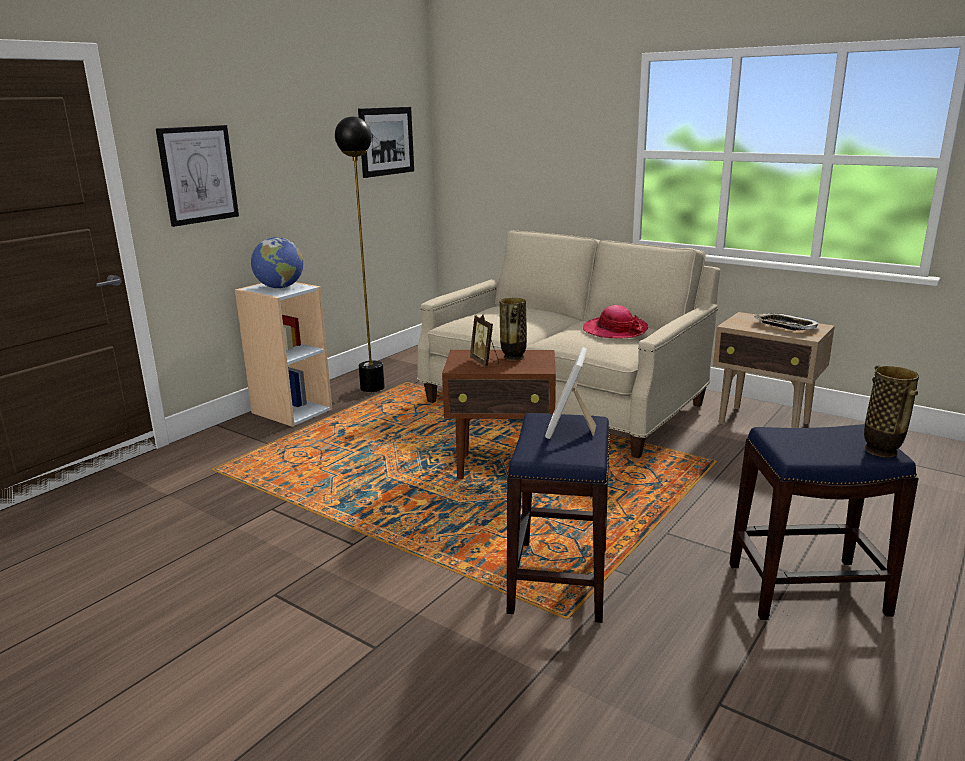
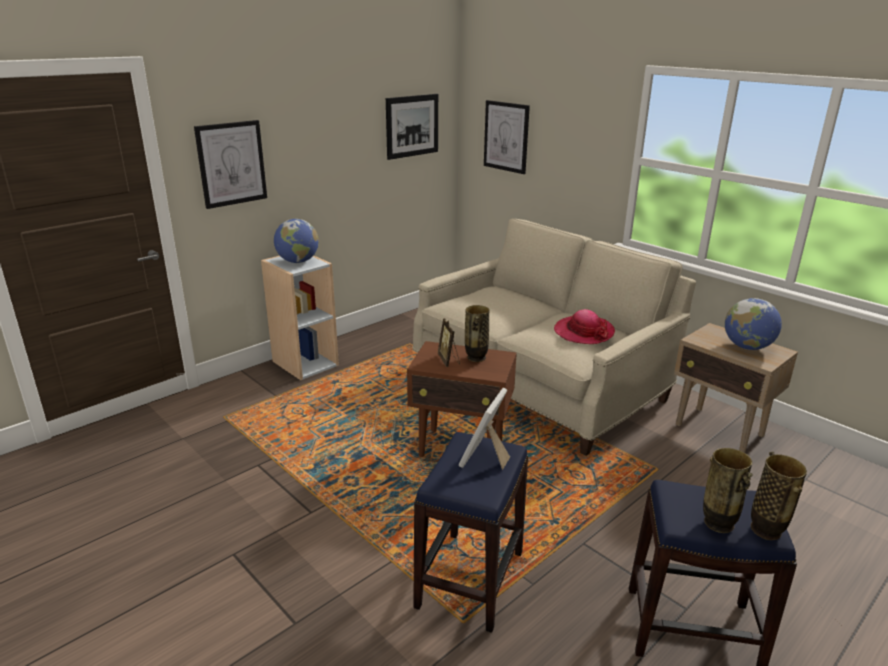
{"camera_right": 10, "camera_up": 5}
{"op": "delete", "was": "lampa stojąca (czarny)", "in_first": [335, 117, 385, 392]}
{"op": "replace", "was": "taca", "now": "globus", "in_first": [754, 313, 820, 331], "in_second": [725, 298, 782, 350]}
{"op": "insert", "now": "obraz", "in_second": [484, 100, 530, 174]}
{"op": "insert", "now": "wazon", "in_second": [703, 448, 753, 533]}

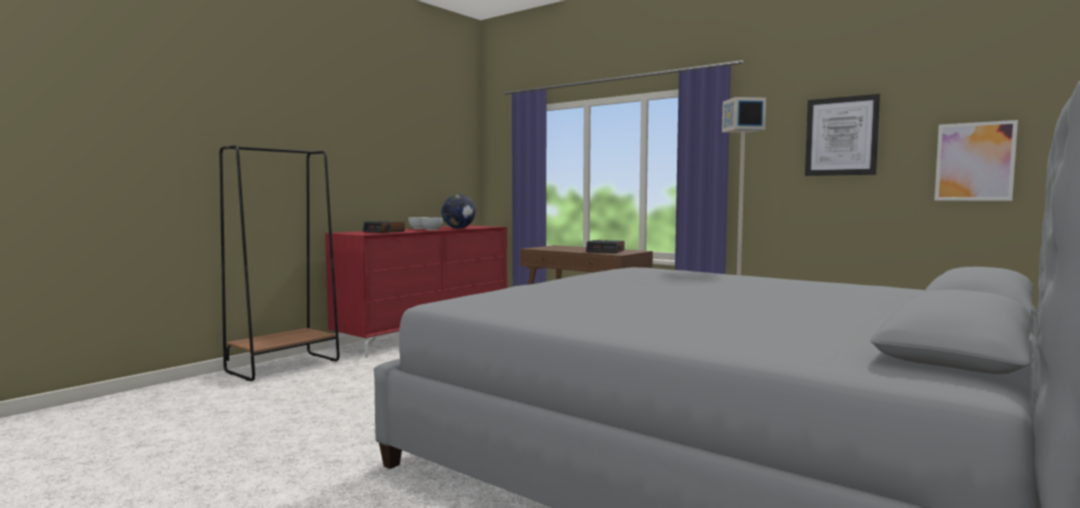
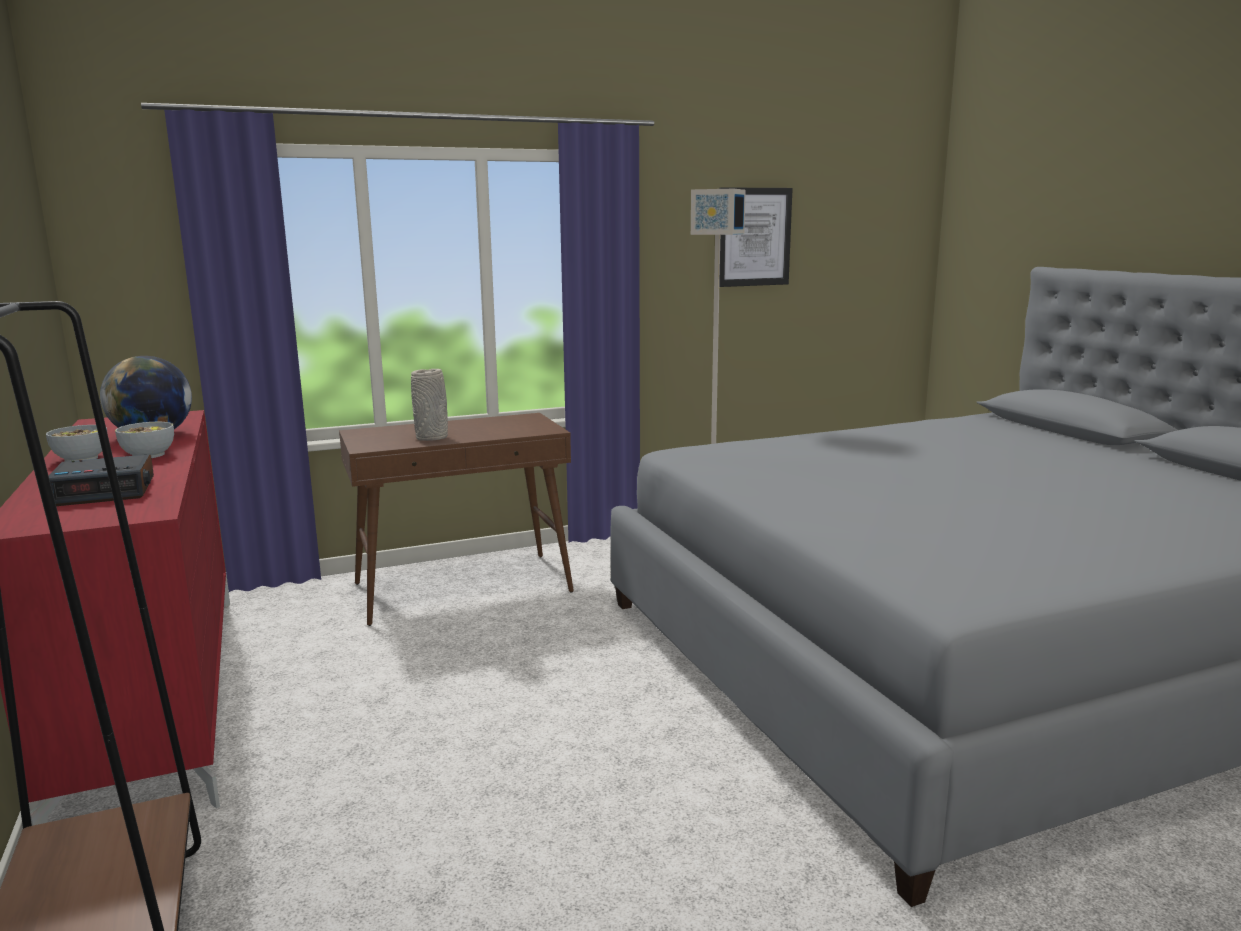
{"camera_right": -60, "camera_up": 10}
{"op": "delete", "was": "obraz", "in_first": [934, 120, 1018, 201]}
{"op": "delete", "was": "budzik", "in_first": [586, 240, 625, 253]}
{"op": "insert", "now": "wazon (szary)", "in_second": [411, 369, 448, 441]}

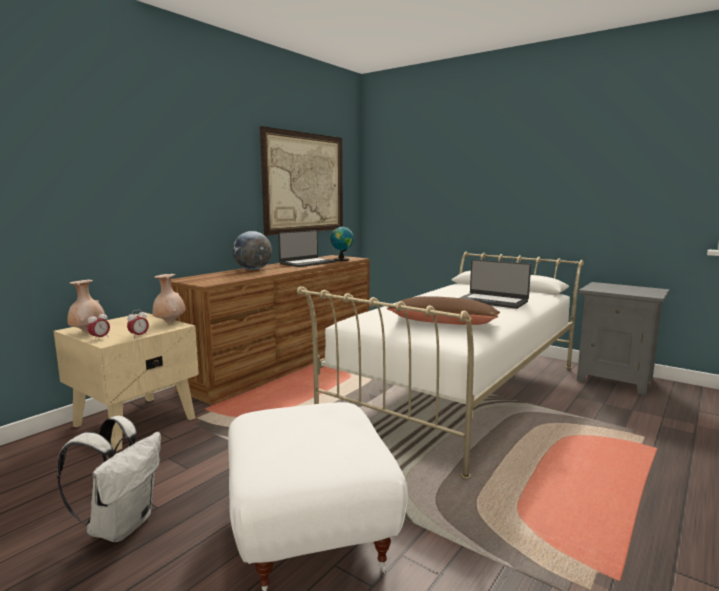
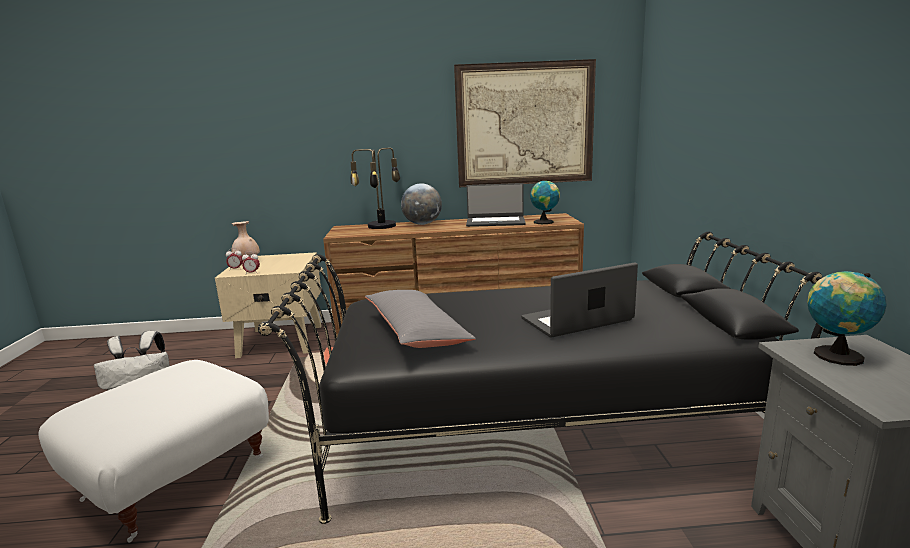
{"camera_right": 50, "camera_up": 5}
{"op": "recolor", "was": "łóżko (biały)", "now": "łóżko (czarny)", "in_first": [297, 251, 584, 479], "in_second": [258, 232, 823, 524]}
{"op": "rotate", "was": "laptop", "in_first": [460, 259, 531, 309], "in_second": [521, 263, 638, 338], "clockwise": 75}
{"op": "delete", "was": "wazon (beżowy)", "in_first": [152, 274, 186, 323]}
{"op": "recolor", "was": "poduszka (brązowy)", "now": "poduszka (szary)", "in_first": [387, 296, 500, 325], "in_second": [365, 290, 476, 348]}
{"op": "insert", "now": "lampa stołowa", "in_second": [351, 148, 400, 229]}
{"op": "insert", "now": "globus", "in_second": [807, 271, 887, 366]}

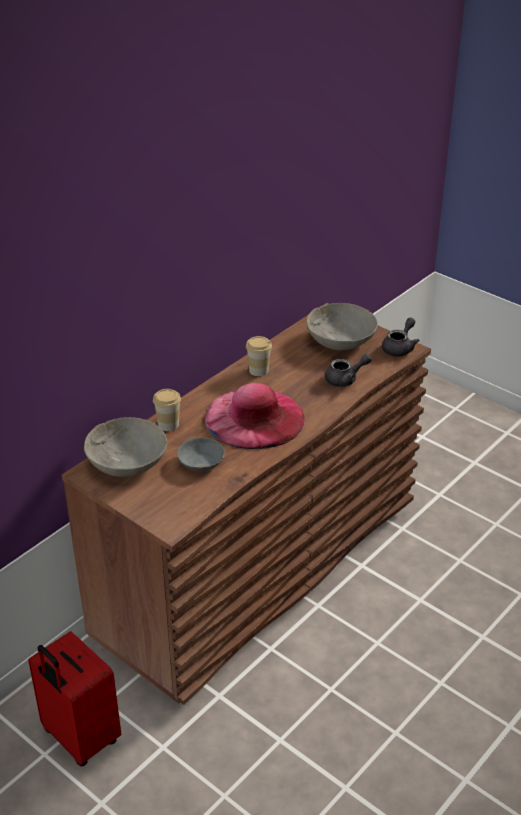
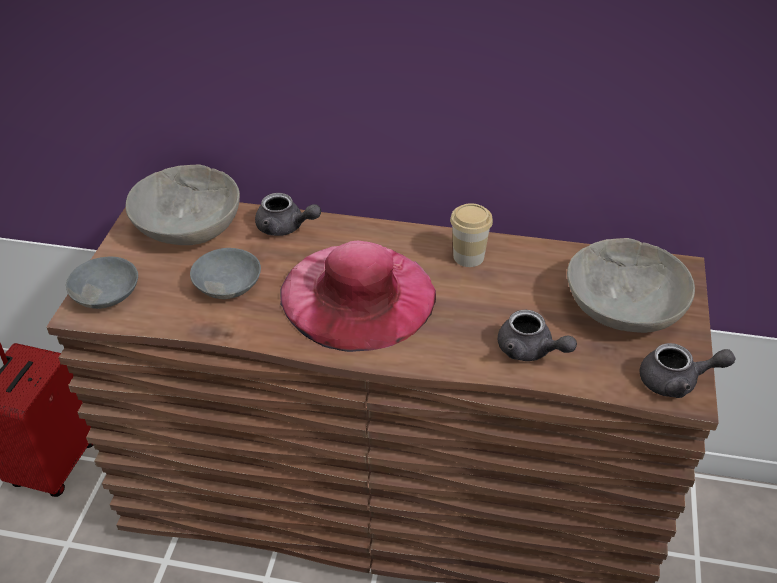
{"camera_right": 60, "camera_up": 5}
{"op": "replace", "was": "filiżanka", "now": "imbryk (szary)", "in_first": [153, 389, 181, 431], "in_second": [255, 193, 321, 236]}
{"op": "insert", "now": "miska (szary)", "in_second": [66, 256, 138, 309]}

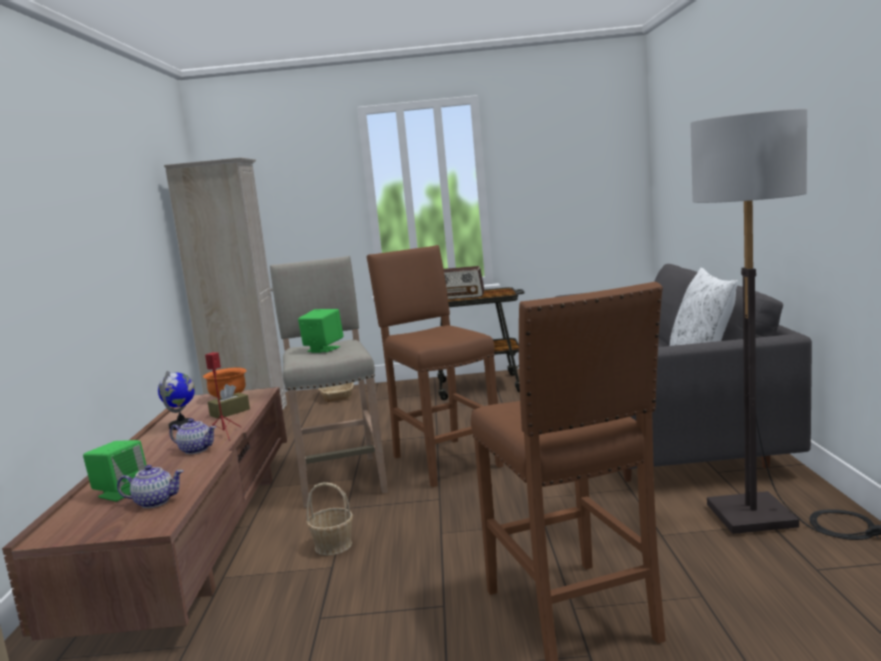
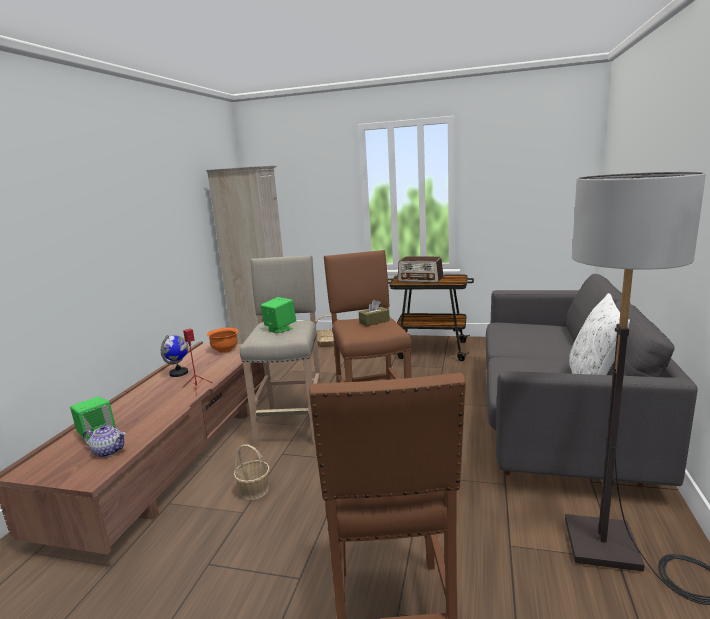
{"camera_right": 15, "camera_up": 5}
{"op": "move", "was": "pudełko chusteczek (brązowy)", "in_first": [208, 384, 250, 419], "in_second": [359, 300, 390, 326]}
{"op": "delete", "was": "imbryk", "in_first": [170, 418, 216, 454]}

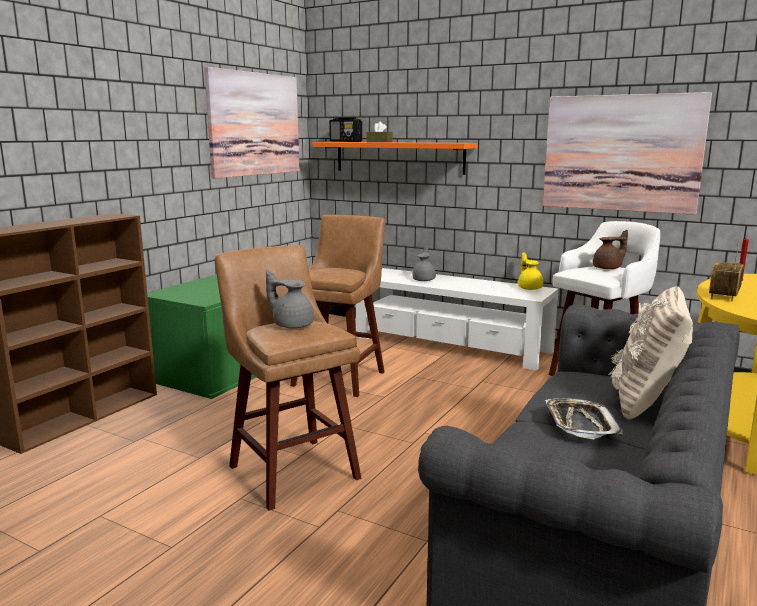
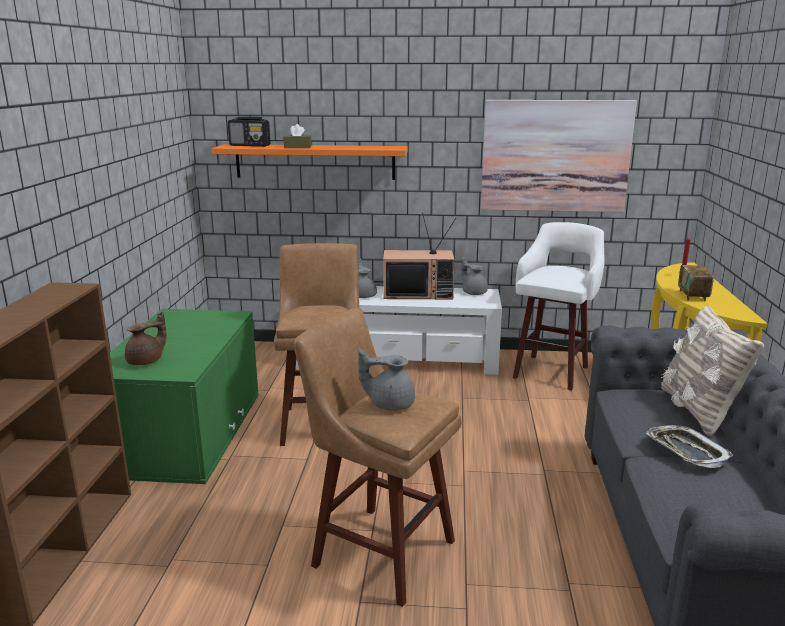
{"camera_right": -25, "camera_up": 5}
{"op": "delete", "was": "obraz", "in_first": [204, 67, 299, 178]}
{"op": "move", "was": "imbryk (brązowy)", "in_first": [593, 230, 628, 269], "in_second": [125, 312, 167, 365]}
{"op": "recolor", "was": "imbryk (żółty)", "now": "imbryk (szary)", "in_first": [518, 252, 543, 290], "in_second": [461, 257, 488, 295]}
{"op": "insert", "now": "telewizor", "in_second": [383, 213, 456, 299]}

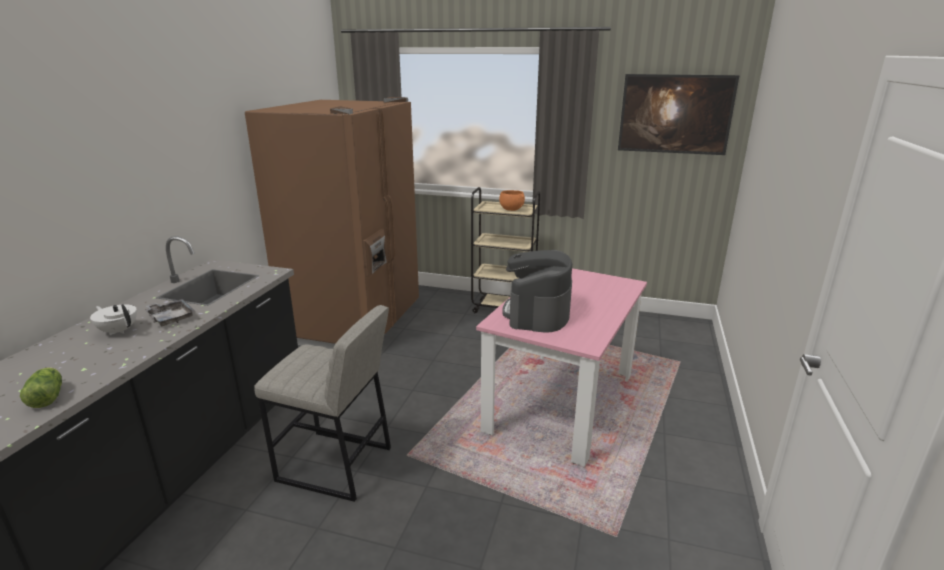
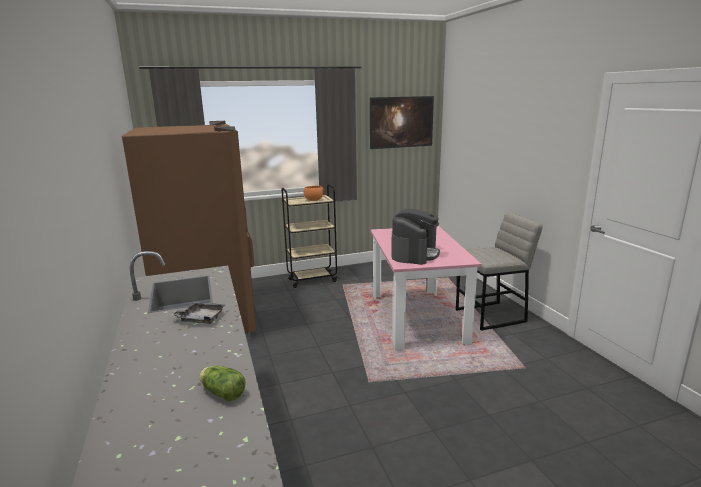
{"camera_right": -35, "camera_up": -5}
{"op": "rotate", "was": "ekspres do kawy", "in_first": [502, 250, 572, 333], "in_second": [391, 209, 440, 265], "clockwise": -135}
{"op": "delete", "was": "imbryk (biały)", "in_first": [90, 304, 137, 335]}
{"op": "move", "was": "krzesło (szary)", "in_first": [254, 305, 391, 502], "in_second": [456, 212, 543, 331]}

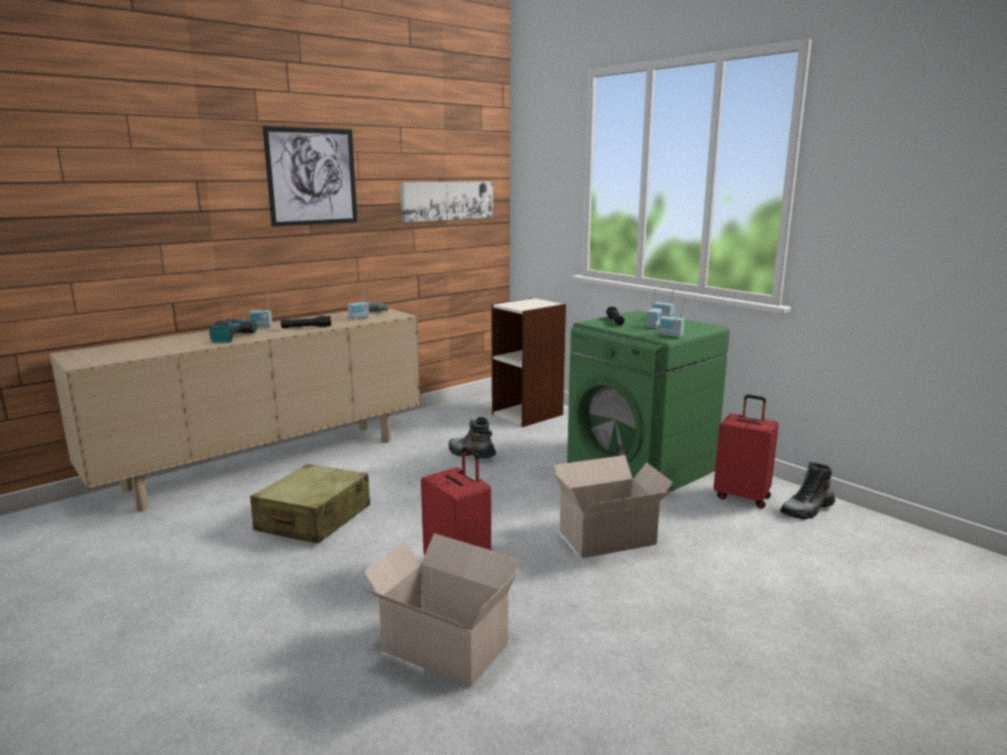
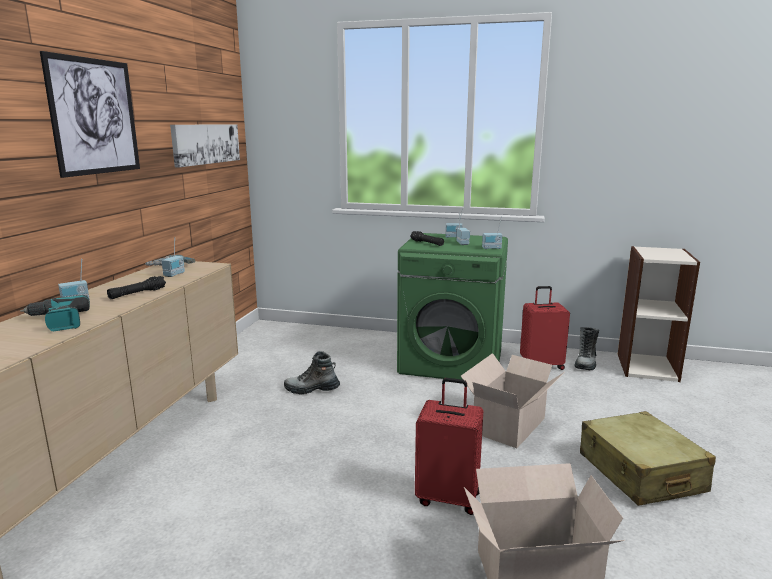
{"camera_right": -35, "camera_up": 0}
{"op": "move", "was": "regał", "in_first": [491, 298, 566, 427], "in_second": [618, 246, 700, 382]}
{"op": "move", "was": "walizka (beżowy)", "in_first": [250, 464, 370, 543], "in_second": [580, 411, 716, 506]}

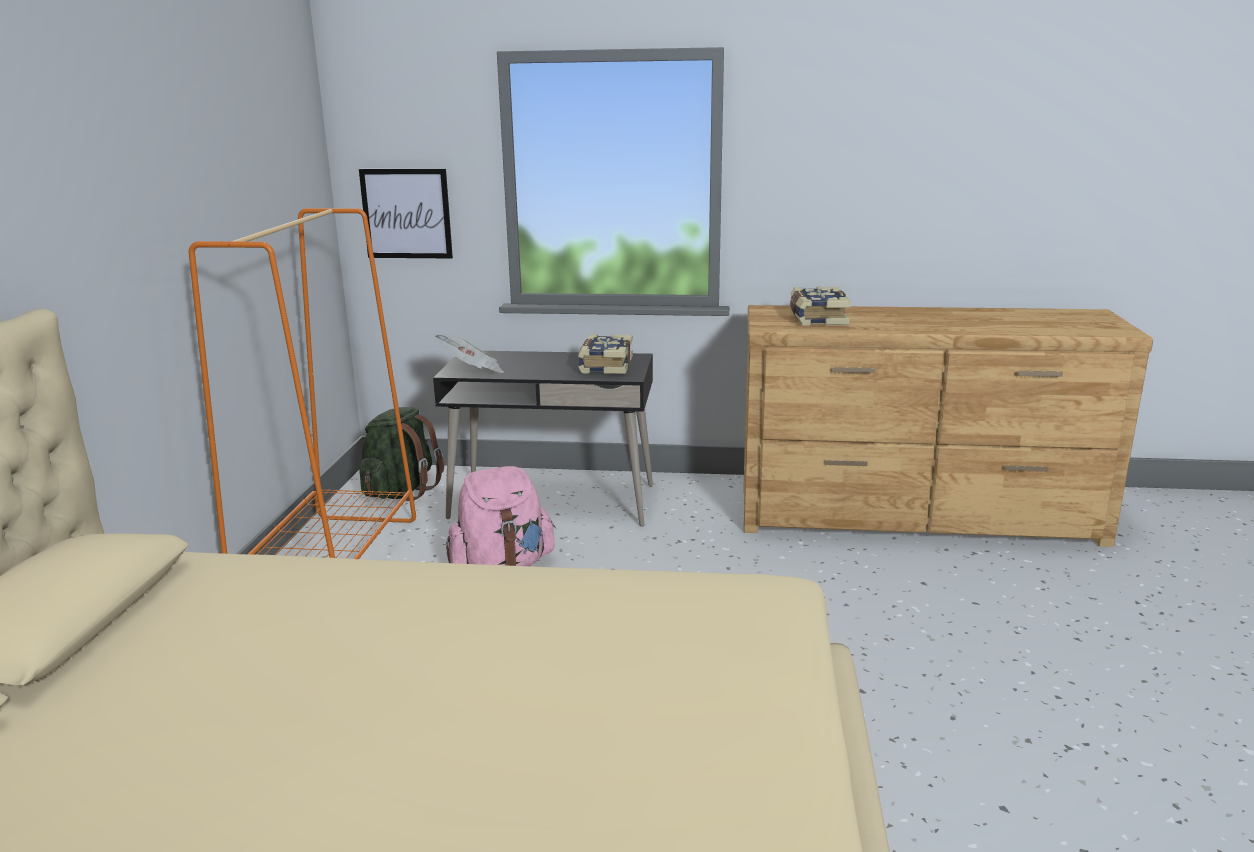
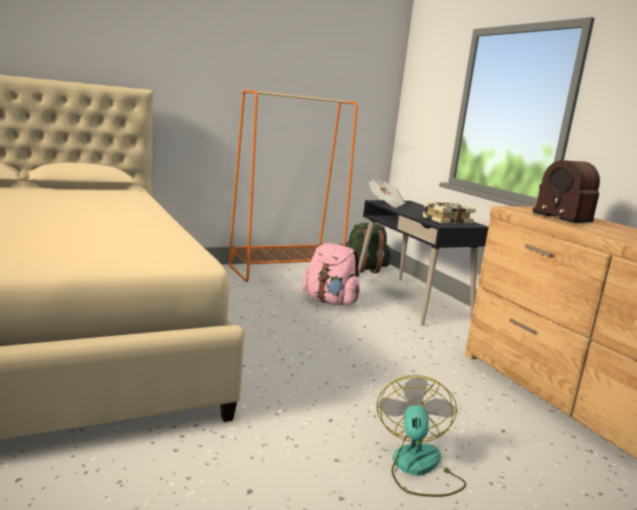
{"camera_right": 55, "camera_up": -5}
{"op": "delete", "was": "obraz", "in_first": [359, 169, 453, 258]}
{"op": "replace", "was": "książka", "now": "radio", "in_first": [790, 287, 851, 325], "in_second": [532, 160, 600, 223]}
{"op": "insert", "now": "wentylator", "in_second": [376, 375, 466, 497]}

